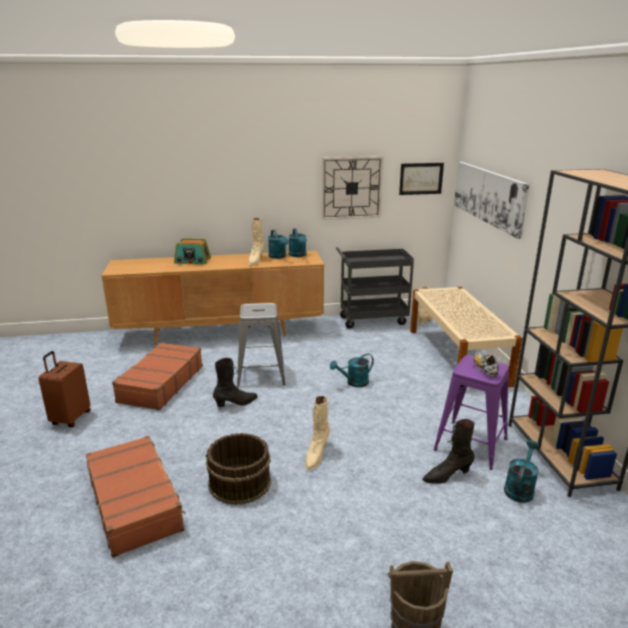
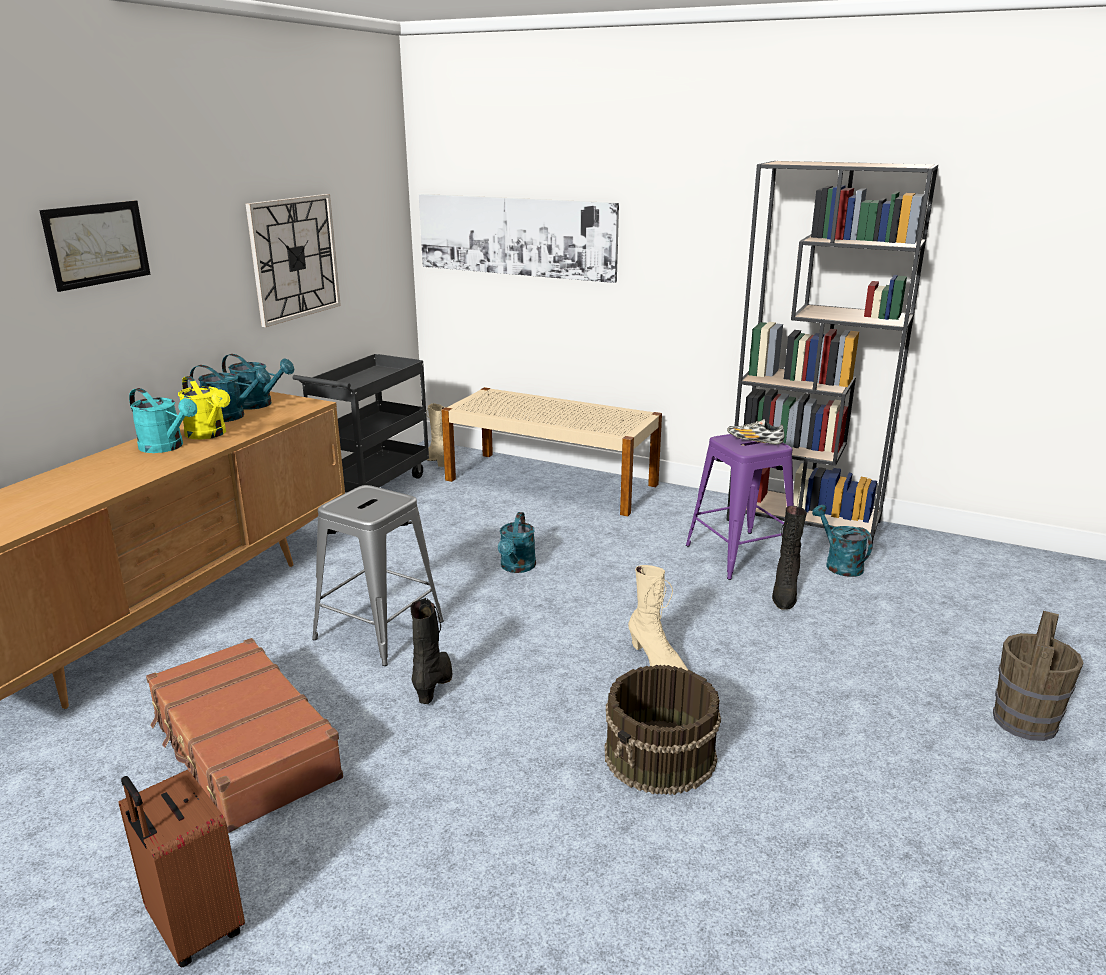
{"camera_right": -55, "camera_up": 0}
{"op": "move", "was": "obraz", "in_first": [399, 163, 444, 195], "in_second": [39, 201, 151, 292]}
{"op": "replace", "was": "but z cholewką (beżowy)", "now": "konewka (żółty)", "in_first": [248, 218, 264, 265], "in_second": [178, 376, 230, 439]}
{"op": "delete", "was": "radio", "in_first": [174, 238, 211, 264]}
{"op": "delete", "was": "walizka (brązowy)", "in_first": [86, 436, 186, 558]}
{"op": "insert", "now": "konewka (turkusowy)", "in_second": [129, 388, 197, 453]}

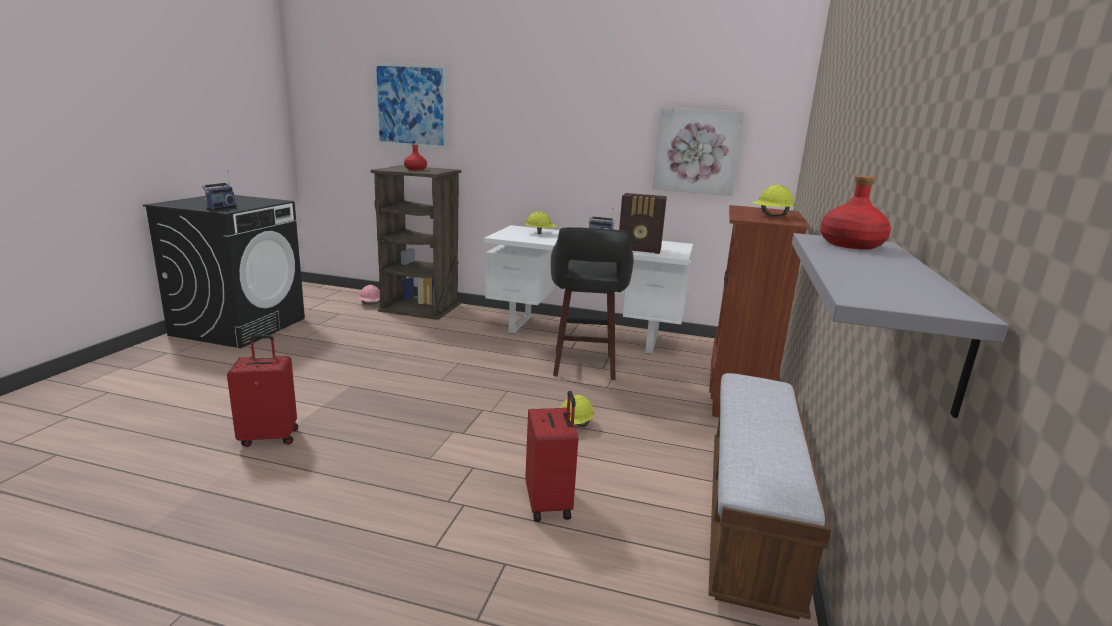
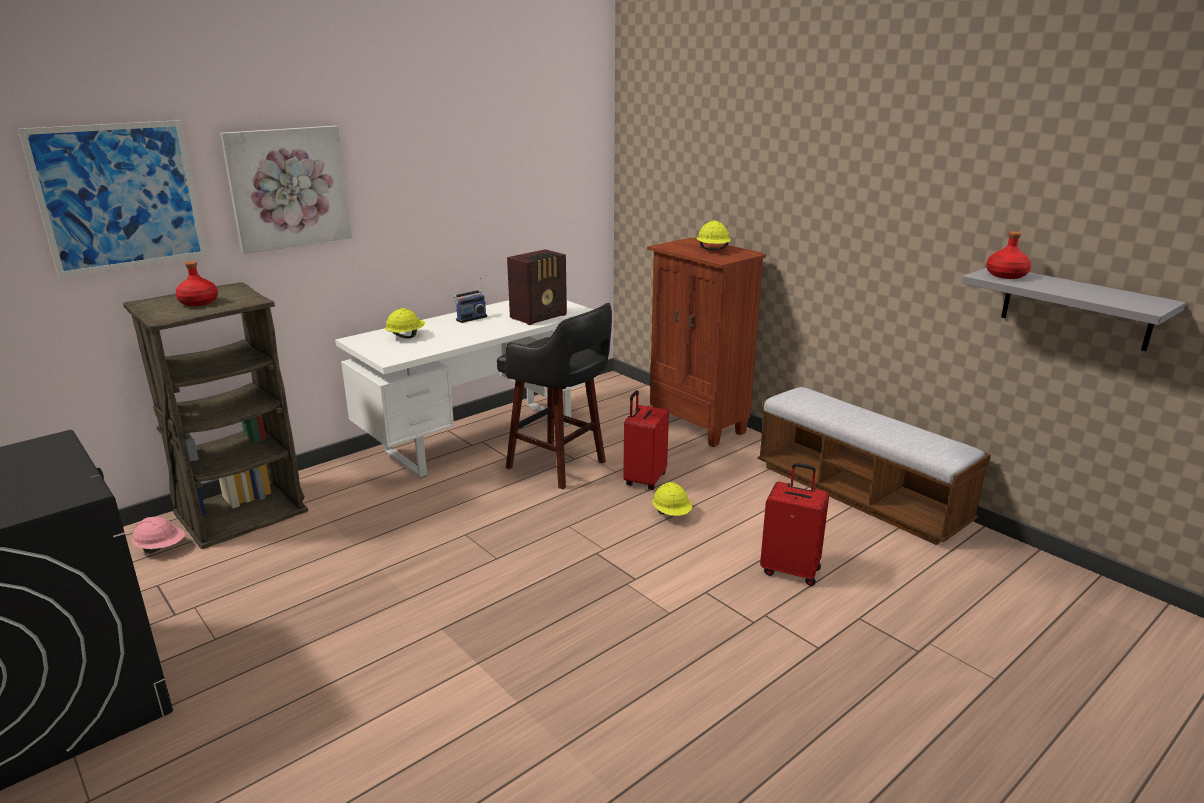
{"camera_right": -55, "camera_up": 5}
{"op": "move", "was": "obraz", "in_first": [652, 108, 744, 196], "in_second": [220, 126, 352, 254]}
{"op": "delete", "was": "radio", "in_first": [202, 170, 237, 211]}
{"op": "move", "was": "walizka (czerwony)", "in_first": [227, 335, 298, 447], "in_second": [623, 390, 669, 490]}

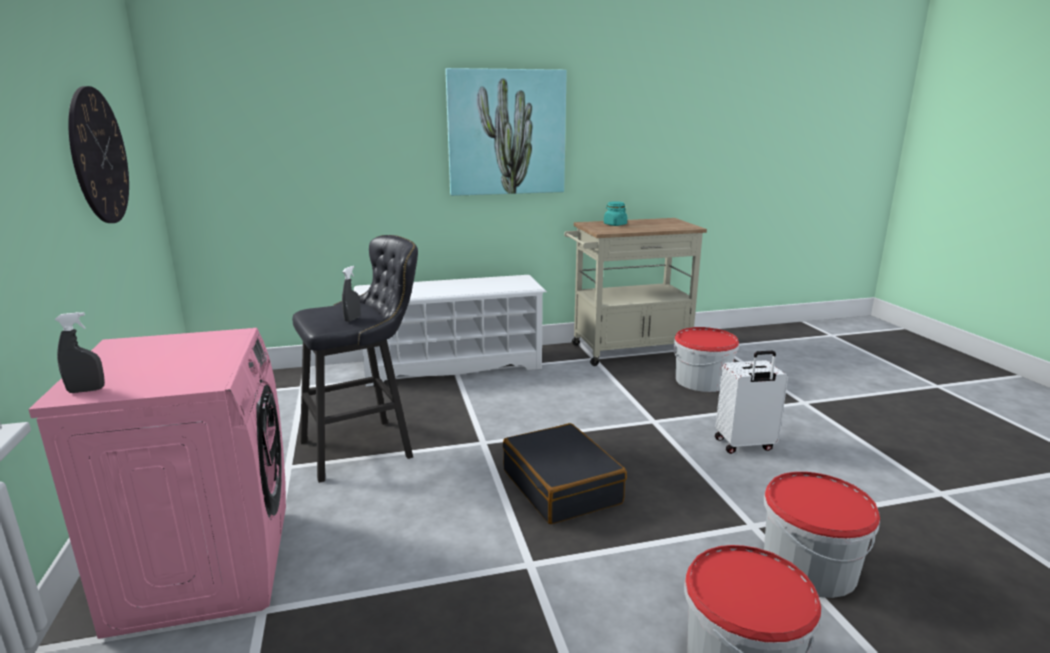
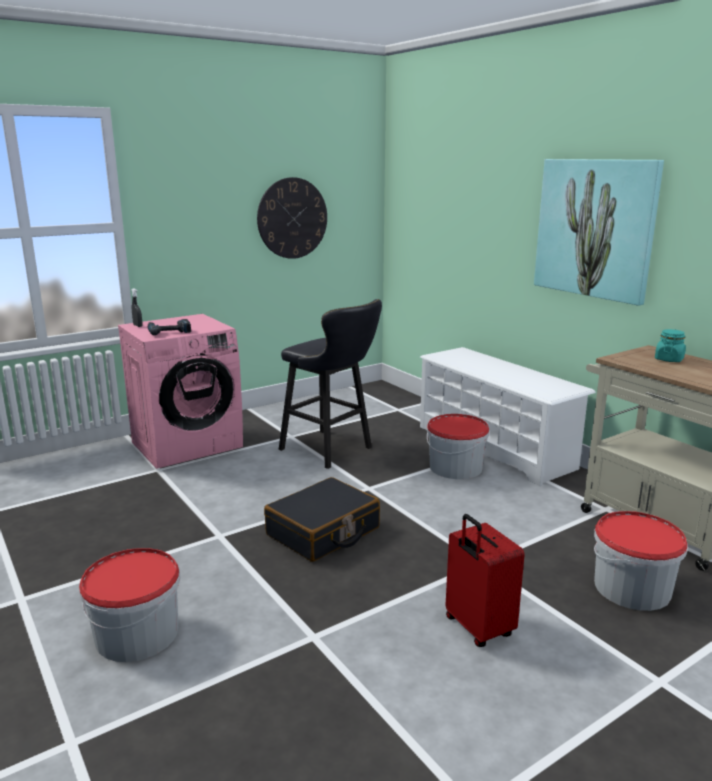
{"camera_right": 70, "camera_up": 0}
{"op": "delete", "was": "spryskiwacz (szary)", "in_first": [342, 266, 361, 322]}
{"op": "recolor", "was": "walizka (biały)", "now": "walizka (czerwony)", "in_first": [715, 351, 788, 454], "in_second": [446, 514, 525, 647]}
{"op": "move", "was": "wiadro", "in_first": [763, 472, 880, 598], "in_second": [427, 414, 489, 479]}
{"op": "insert", "now": "wiertarka", "in_second": [148, 319, 191, 335]}

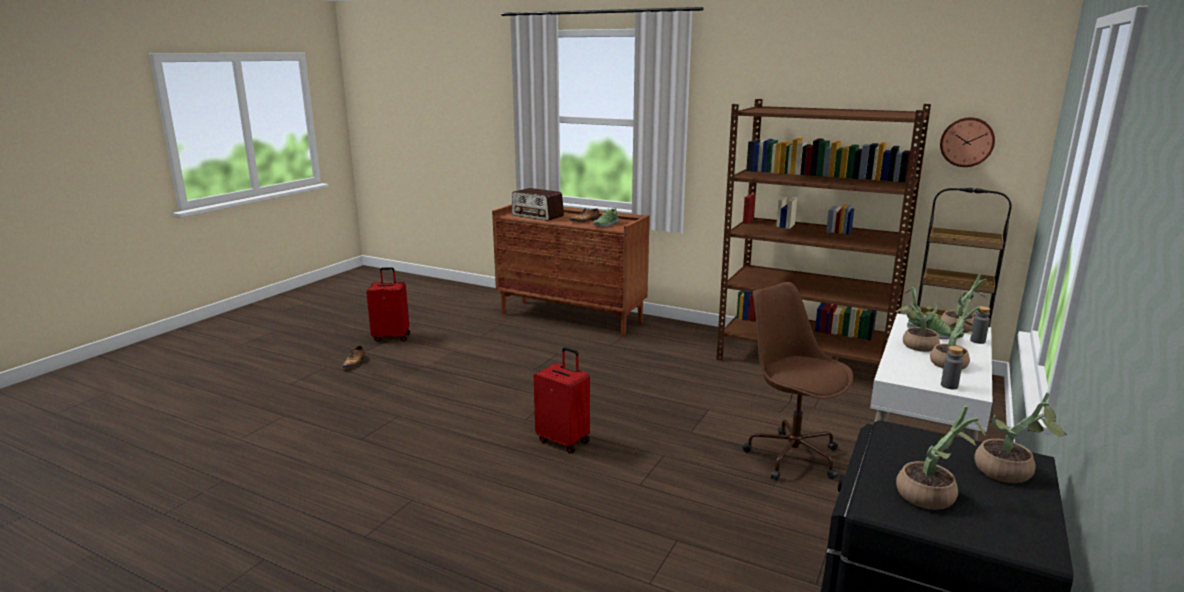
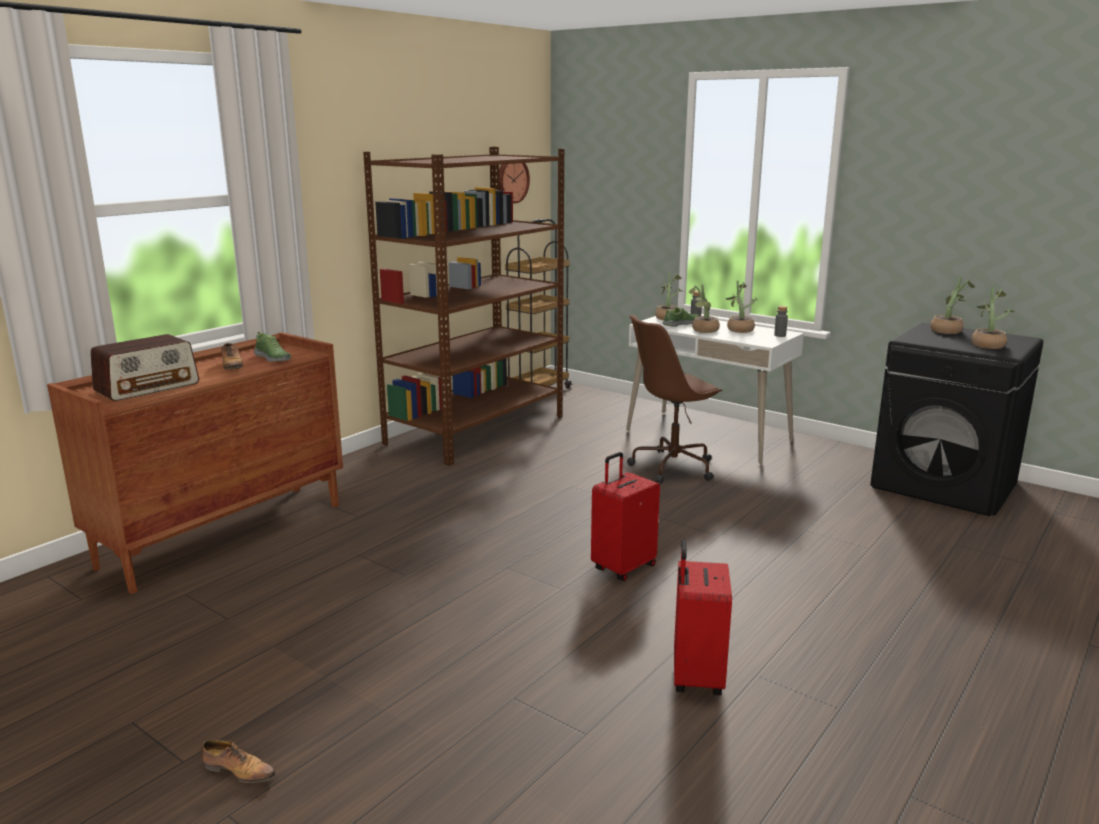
{"camera_right": -80, "camera_up": 0}
{"op": "move", "was": "walizka (czerwony)", "in_first": [366, 267, 410, 342], "in_second": [674, 540, 732, 695]}

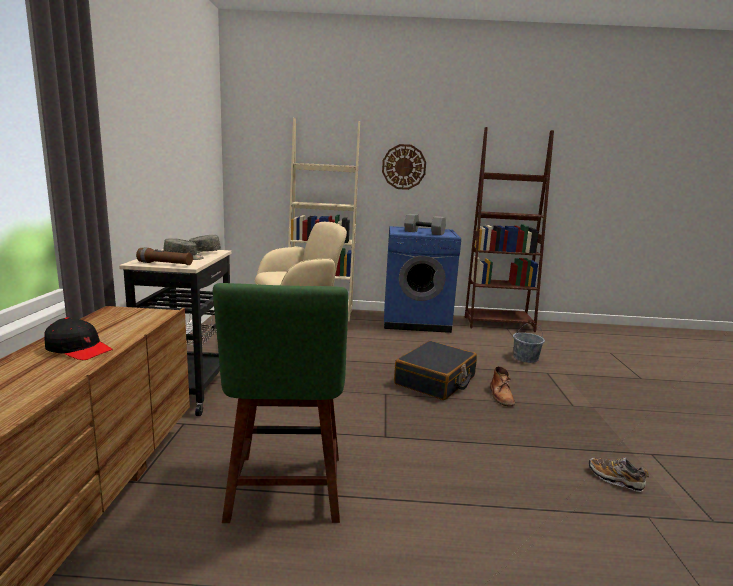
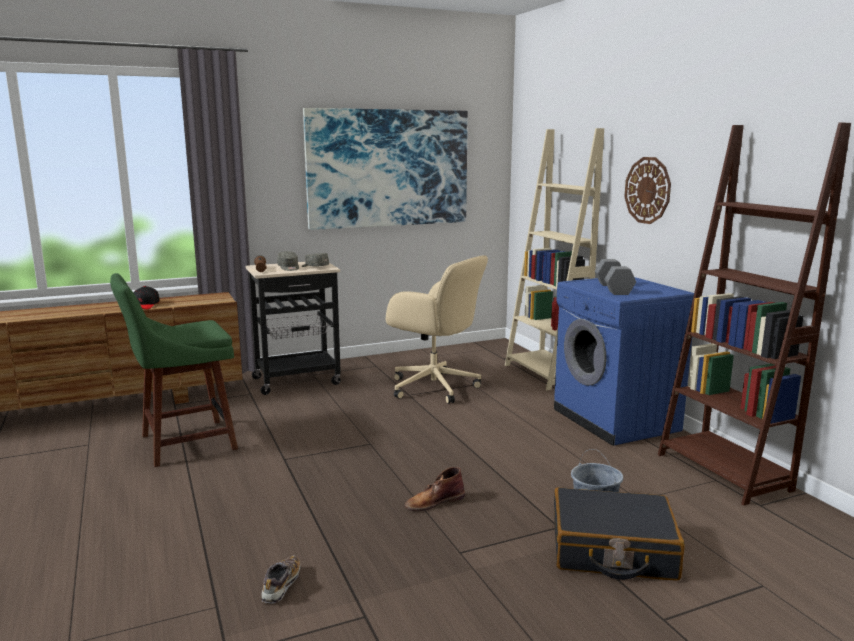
{"camera_right": 65, "camera_up": 0}
{"op": "move", "was": "walizka (czarny)", "in_first": [394, 341, 477, 400], "in_second": [554, 487, 685, 581]}
{"op": "insert", "now": "obraz", "in_second": [303, 108, 468, 230]}

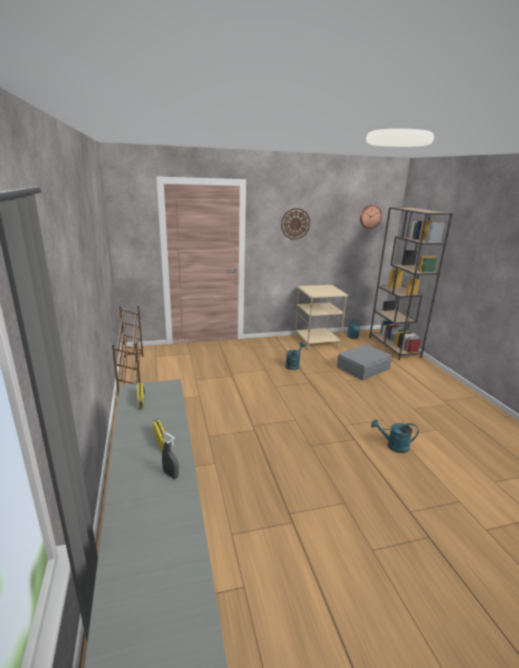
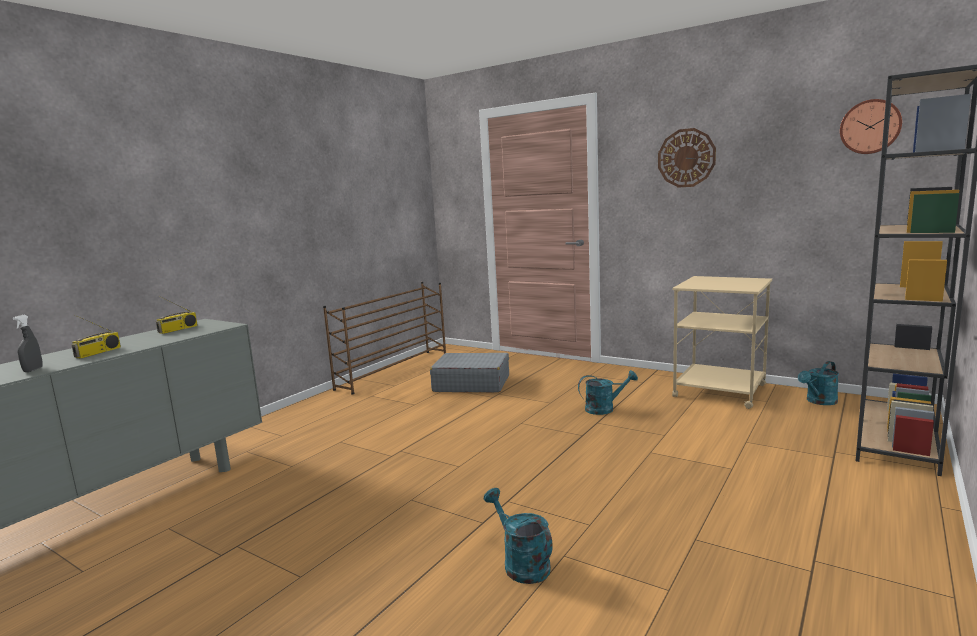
{"camera_right": 50, "camera_up": -10}
{"op": "move", "was": "walizka (szary)", "in_first": [337, 344, 392, 380], "in_second": [430, 353, 509, 392]}

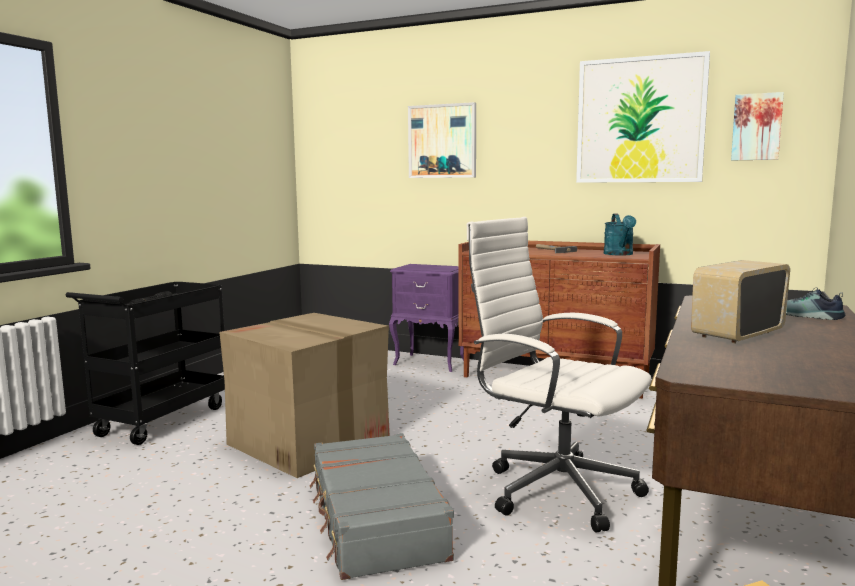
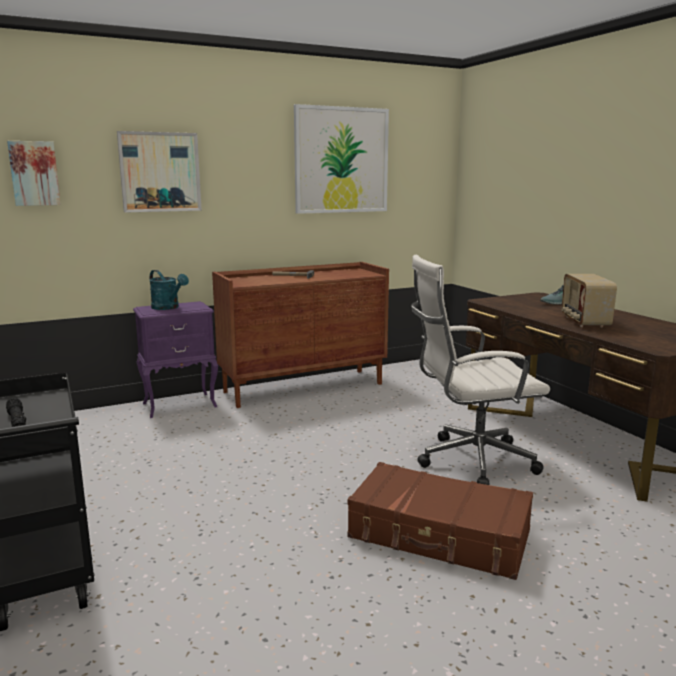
{"camera_right": -50, "camera_up": 5}
{"op": "move", "was": "obraz", "in_first": [731, 92, 784, 160], "in_second": [7, 141, 61, 206]}
{"op": "move", "was": "konewka (turkusowy)", "in_first": [604, 214, 636, 256], "in_second": [150, 270, 189, 310]}
{"op": "delete", "was": "karton", "in_first": [219, 313, 390, 478]}
{"op": "recolor", "was": "walizka (szary)", "now": "walizka (brązowy)", "in_first": [310, 433, 454, 580], "in_second": [347, 462, 533, 580]}

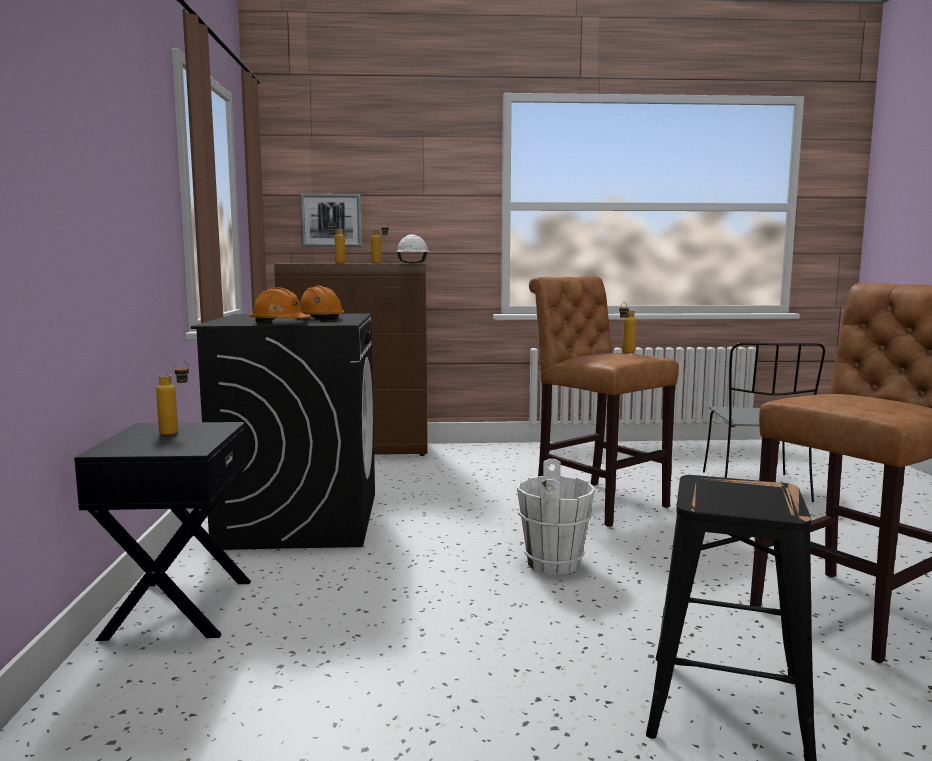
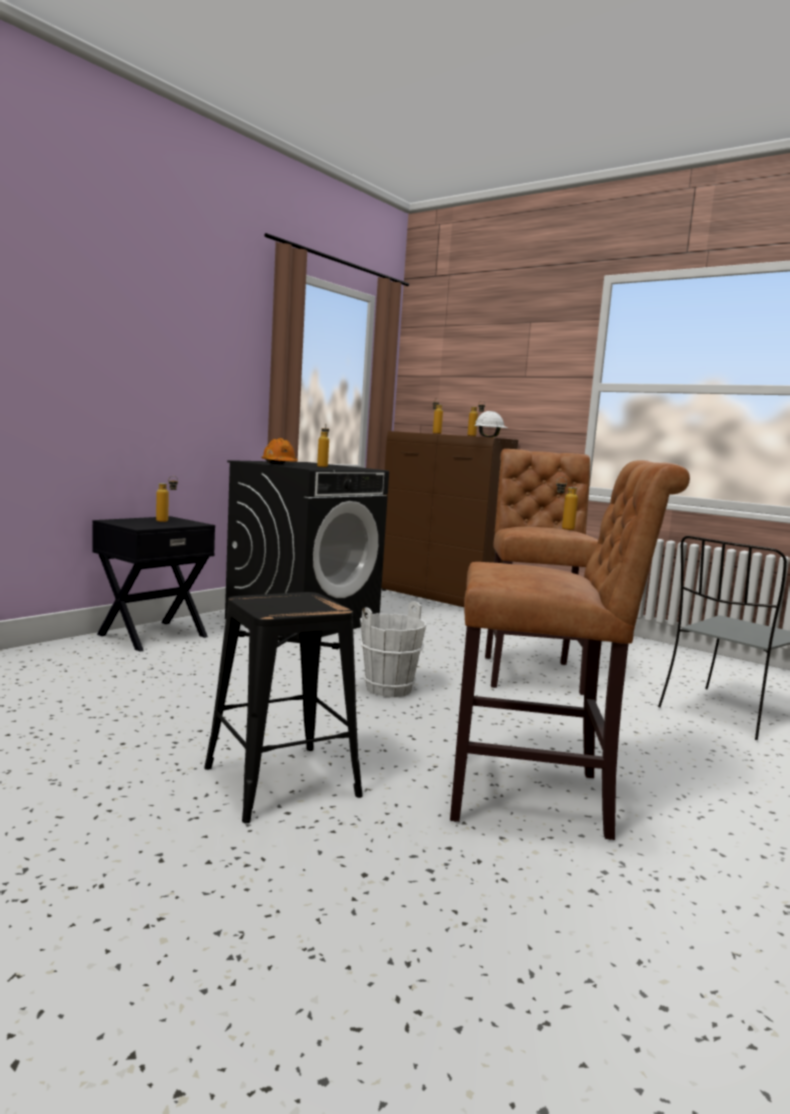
{"camera_right": 40, "camera_up": 0}
{"op": "delete", "was": "obraz", "in_first": [300, 193, 362, 247]}
{"op": "replace", "was": "kask (pomarańczowy)", "now": "butelka", "in_first": [300, 286, 344, 320], "in_second": [317, 424, 329, 467]}

